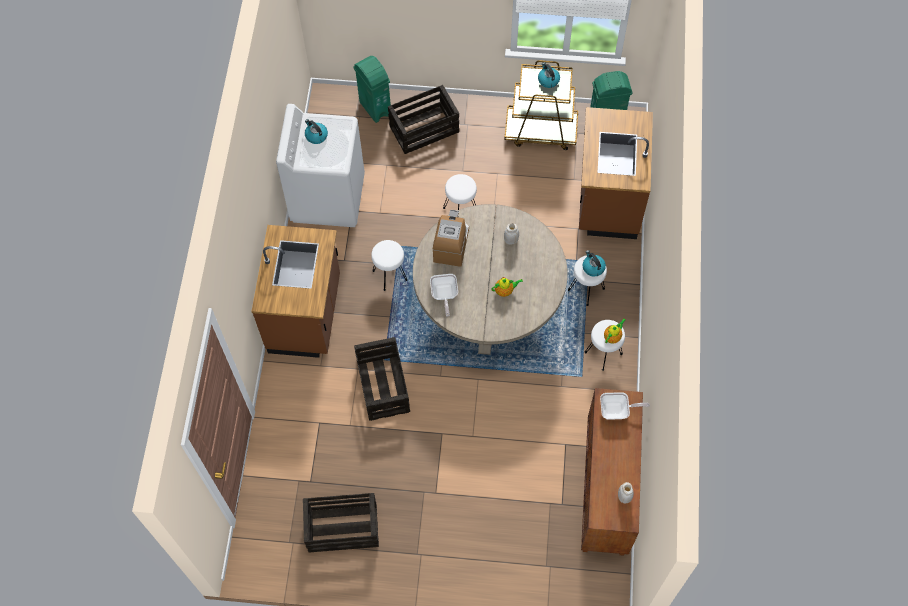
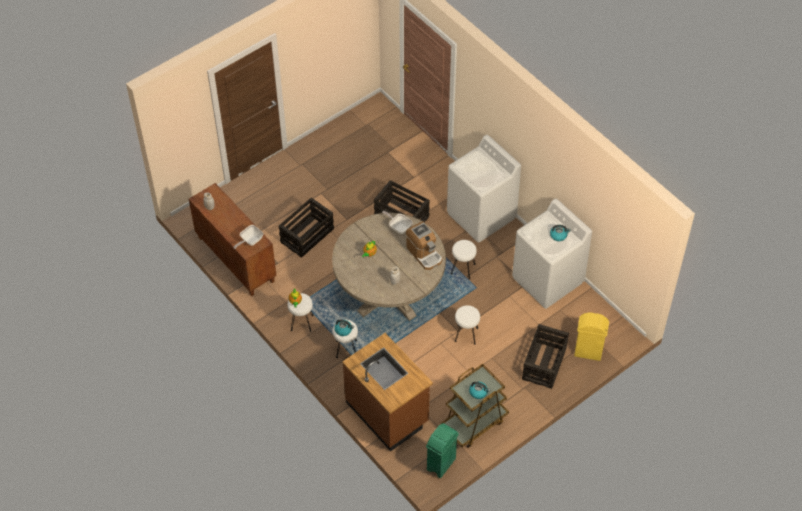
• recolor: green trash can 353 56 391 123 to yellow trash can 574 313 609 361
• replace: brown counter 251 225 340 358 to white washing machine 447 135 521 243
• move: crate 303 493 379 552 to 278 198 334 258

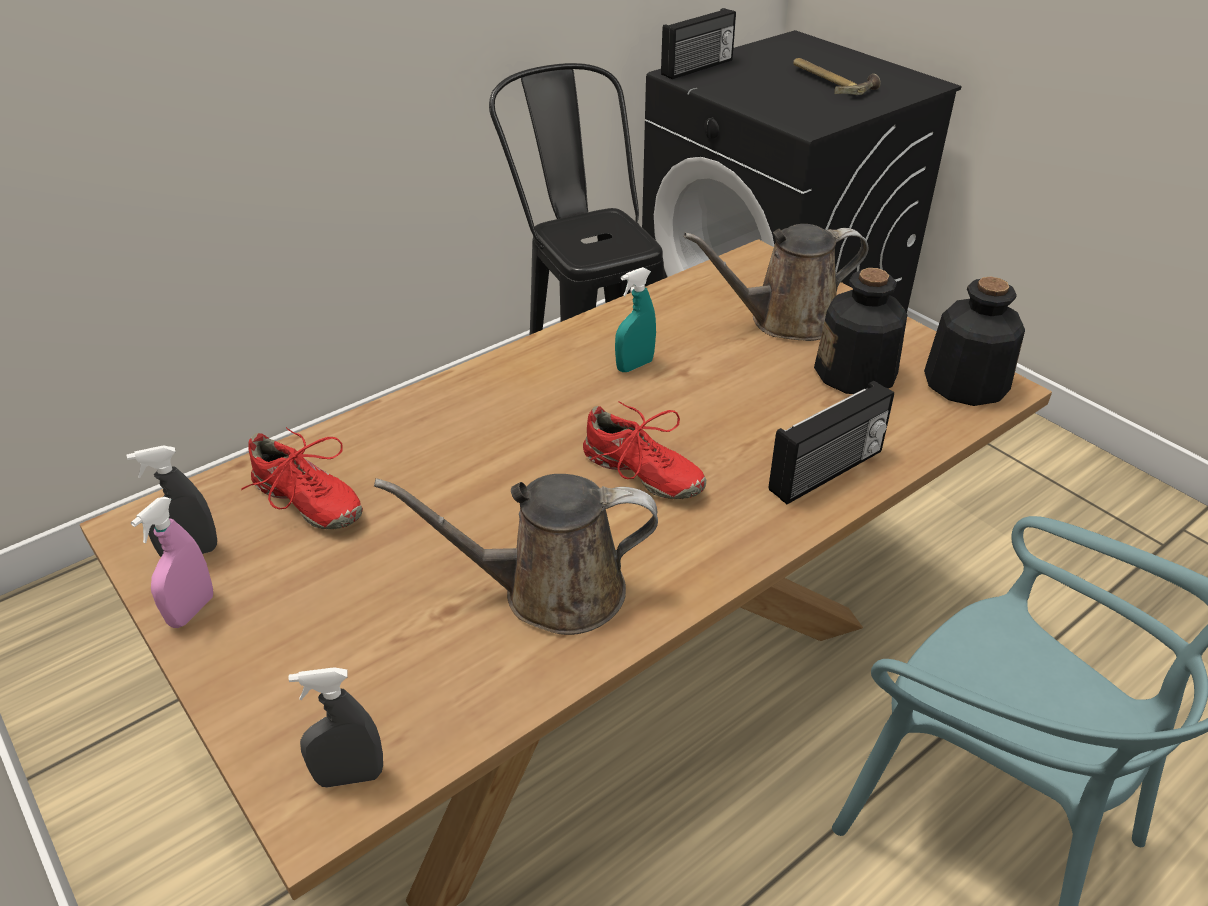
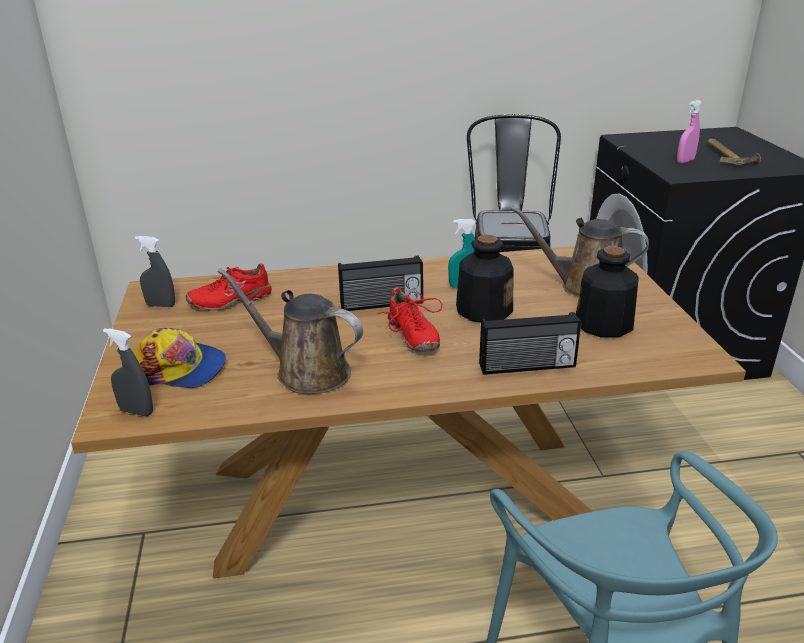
• move: radio 661 8 736 79 to 338 255 423 311
• move: bottle 924 276 1025 406 to 456 234 514 322
• rotate: red shoe 241 427 363 530 = 186 263 272 311 90 degrees clockwise
• move: pink spray bottle 131 497 213 628 to 677 100 702 163
• insert: cap 133 328 226 388

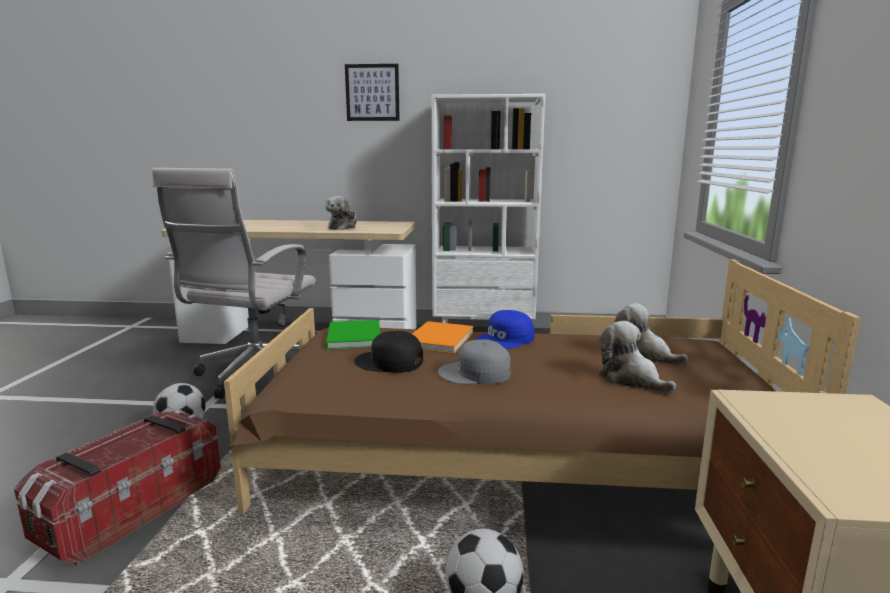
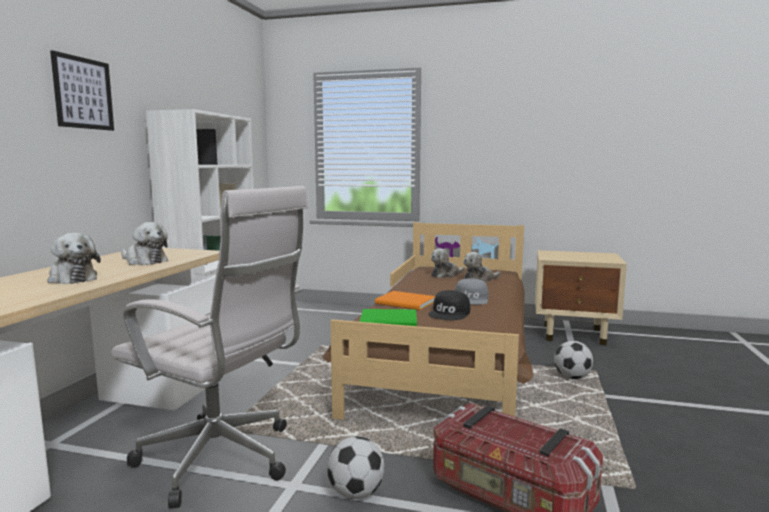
• delete: blue cap 476 310 534 349
• insert: plush toy 47 233 101 284

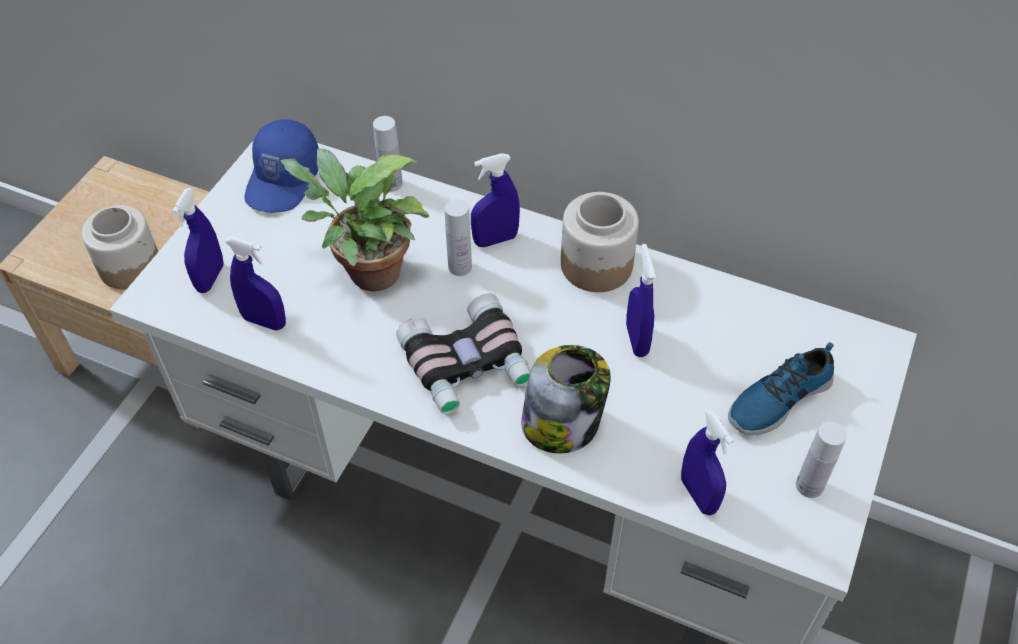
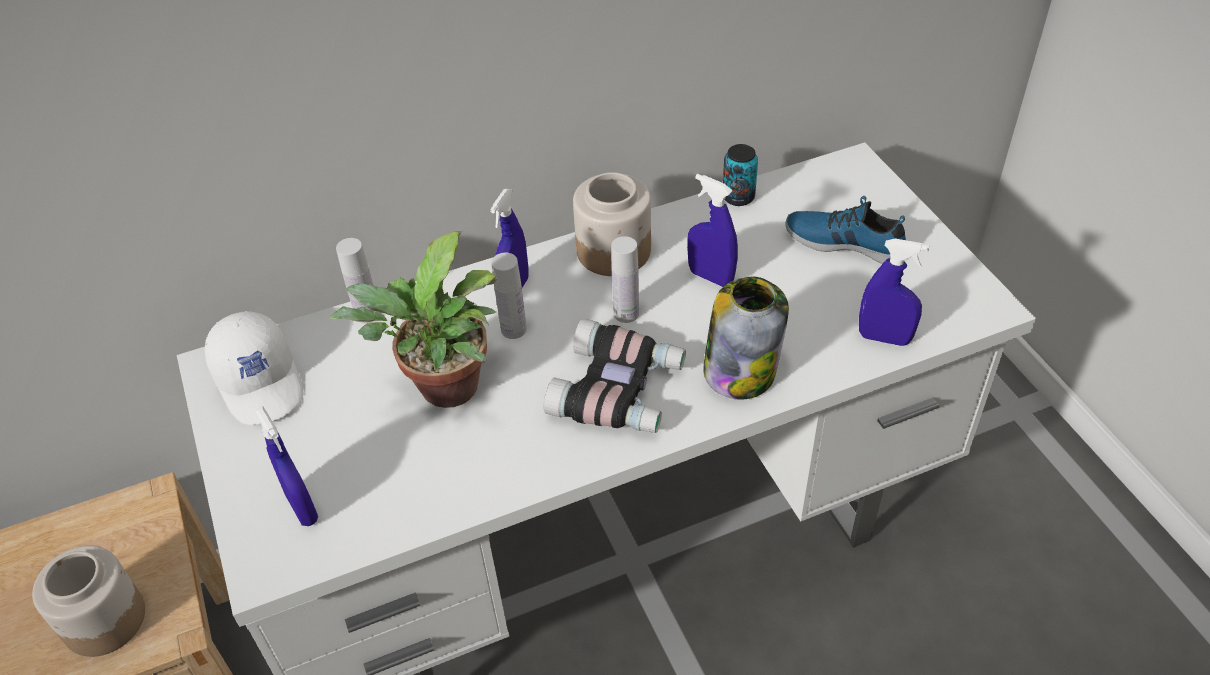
• recolor: blue cap 244 119 319 213 to white cap 205 311 303 425
• delete: blue spray bottle 225 237 286 331
• rotate: shoe 728 342 834 435 = 786 196 906 264 105 degrees clockwise
• move: white bottle 796 421 847 498 to 611 236 639 323
• insert: can 723 144 758 206

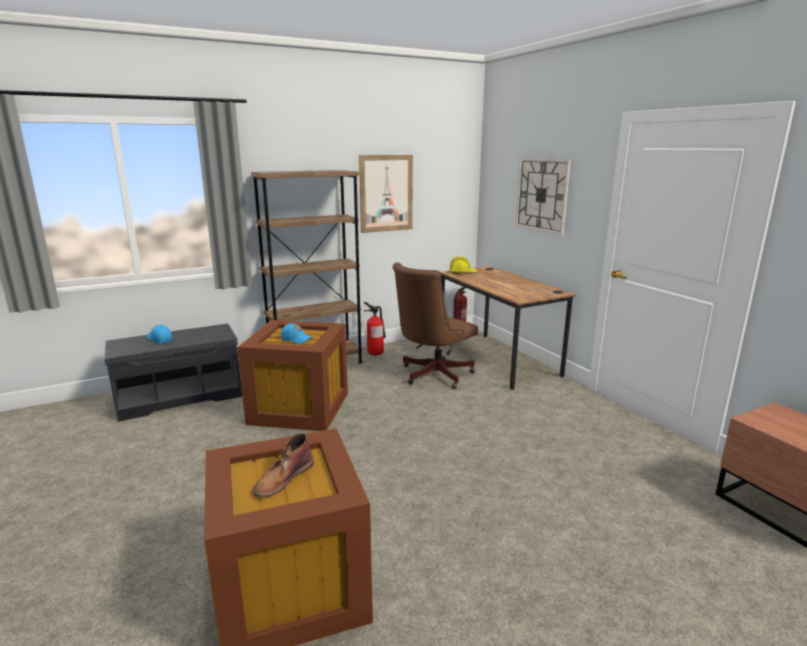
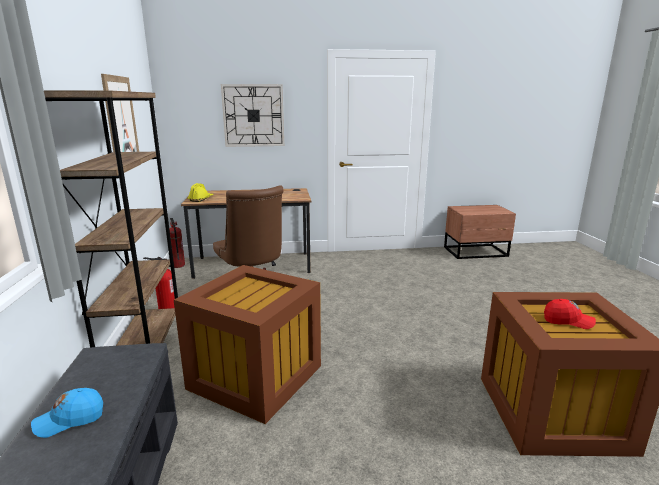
• delete: blue cap 281 323 313 344
• replace: brown boot 253 433 314 498 to red cap 544 299 596 329

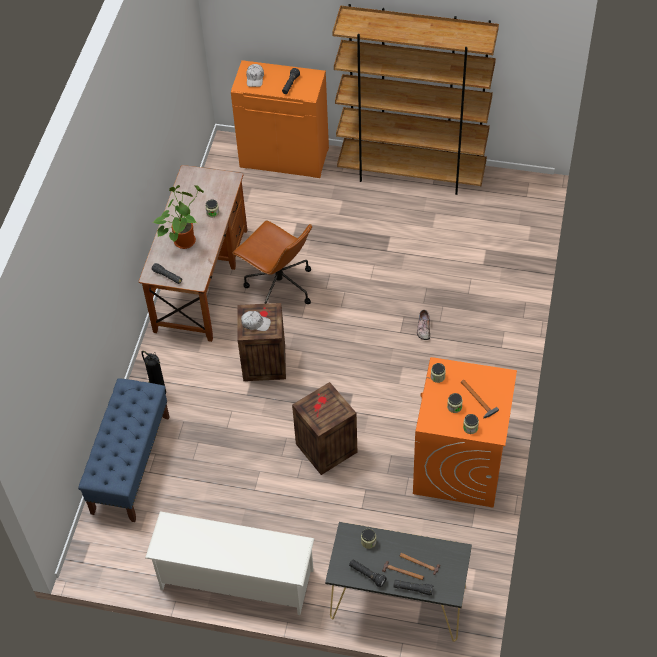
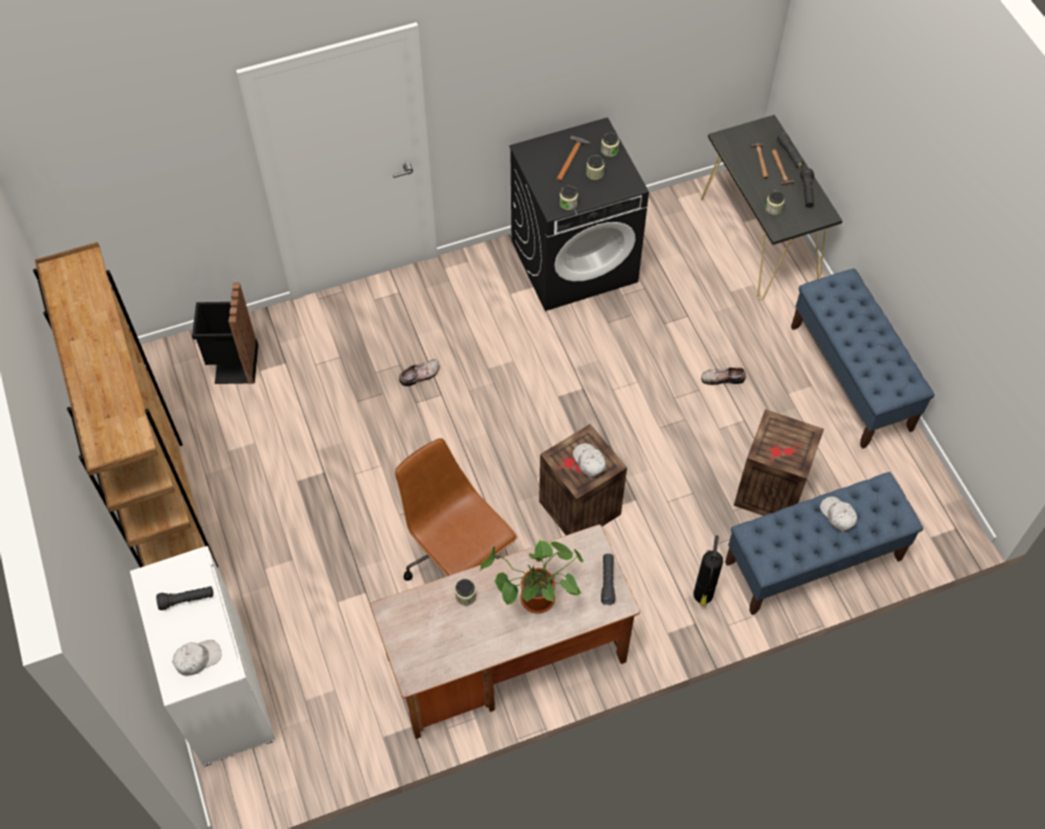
• recolor: orange cabinet 231 60 329 178 to white cabinet 130 546 275 767
• rotate: brown office chair 232 221 312 304 = 395 438 517 581 45 degrees counterclockwise
• recolor: orange washing machine 413 357 517 508 to black washing machine 509 117 649 311
• move: crate 292 382 357 475 to 734 409 824 516
• replace: white shoe rack 145 511 315 615 to blue bench 791 269 935 449
• insert: black trash can 192 283 258 384
• insert: shoe 701 367 746 385
• insert: white cap 820 496 857 532

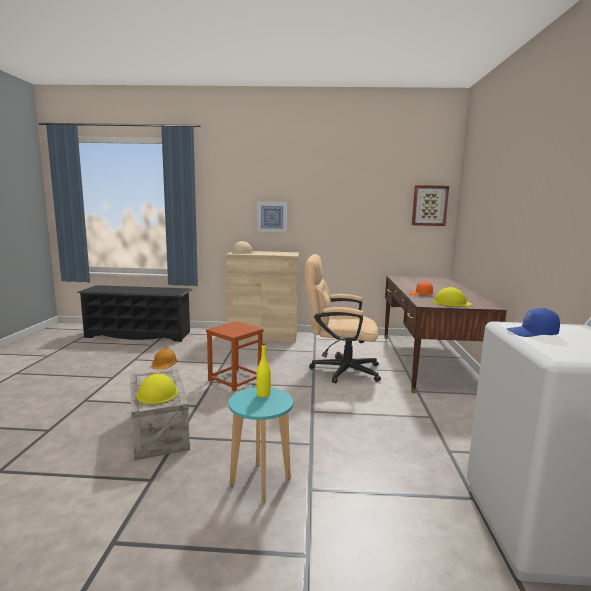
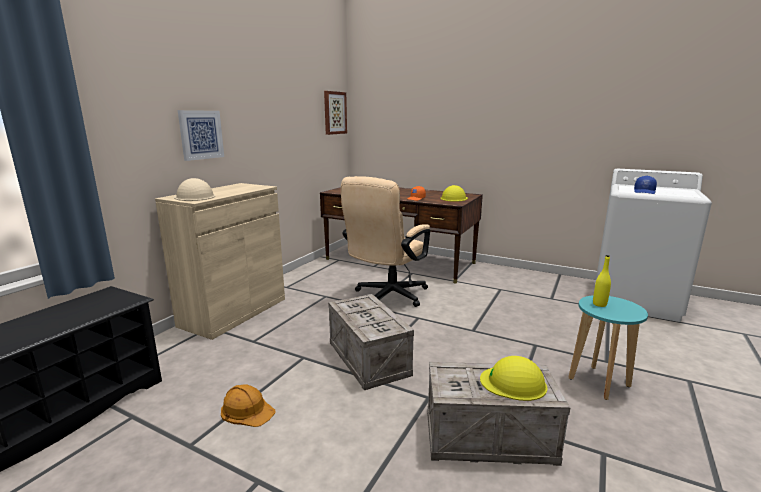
• replace: brown stool 206 321 264 392 to crate 328 294 414 390

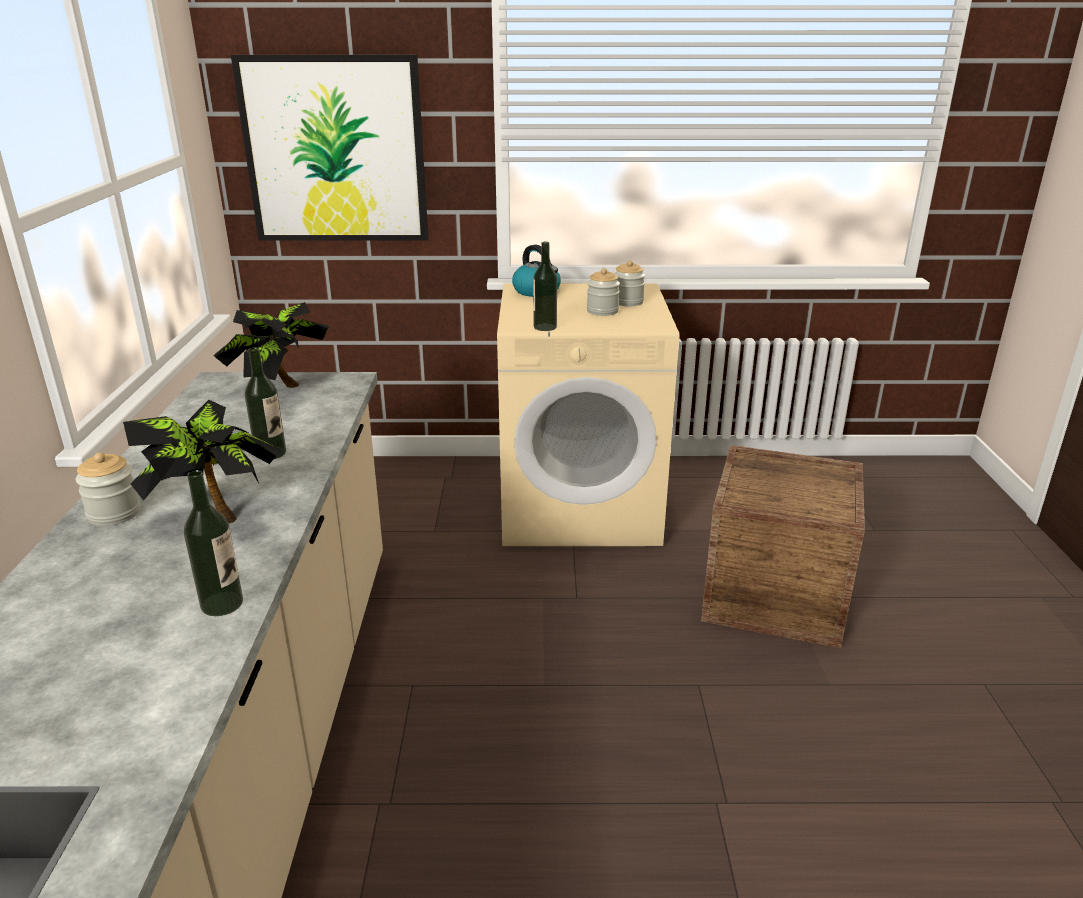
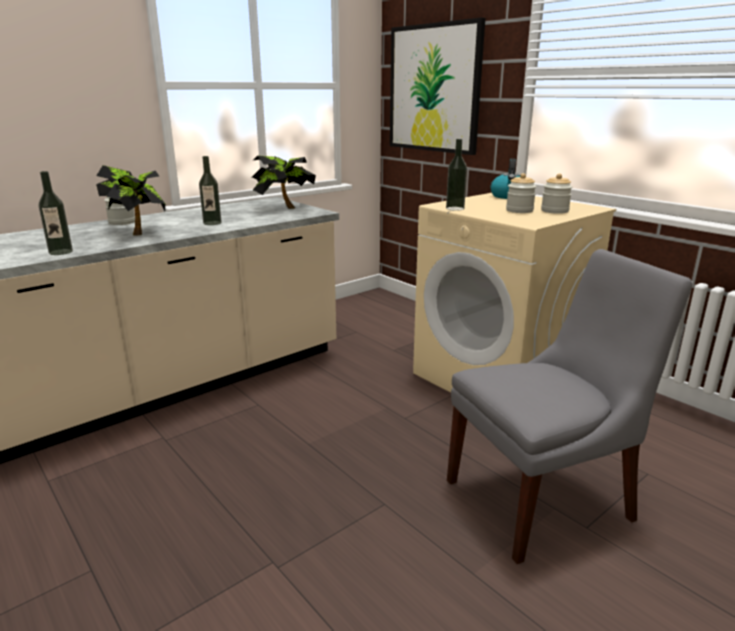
• replace: crate 701 445 865 648 to grey chair 447 249 692 564

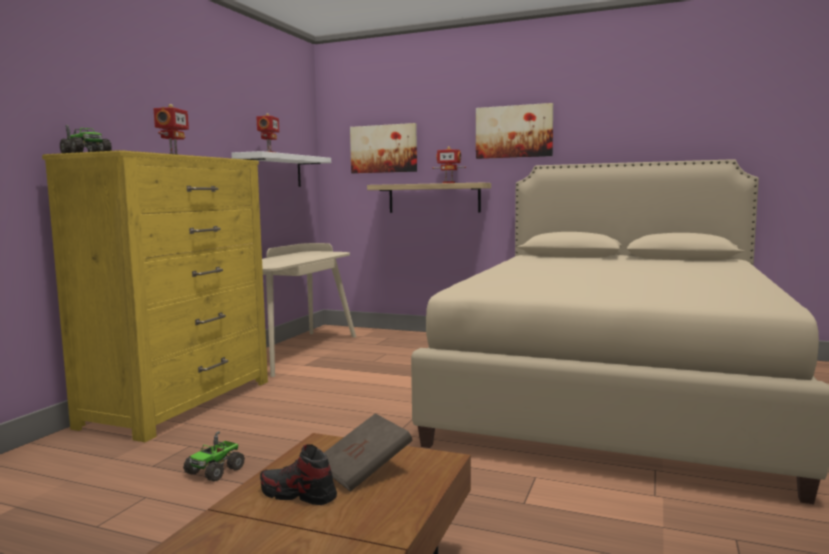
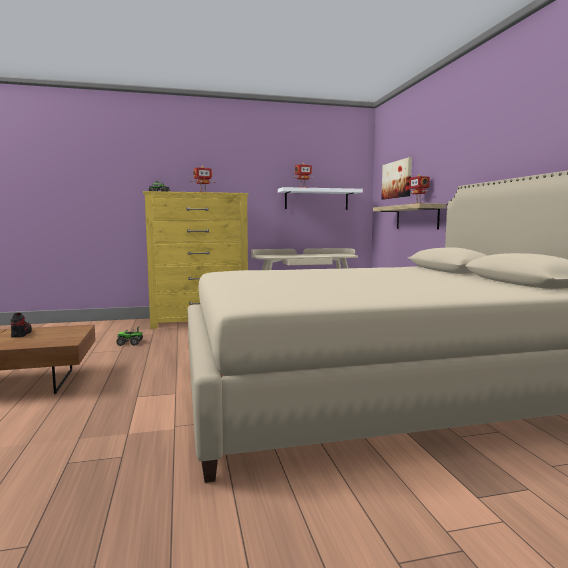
• delete: picture 476 103 553 159
• delete: brown book 324 413 412 492

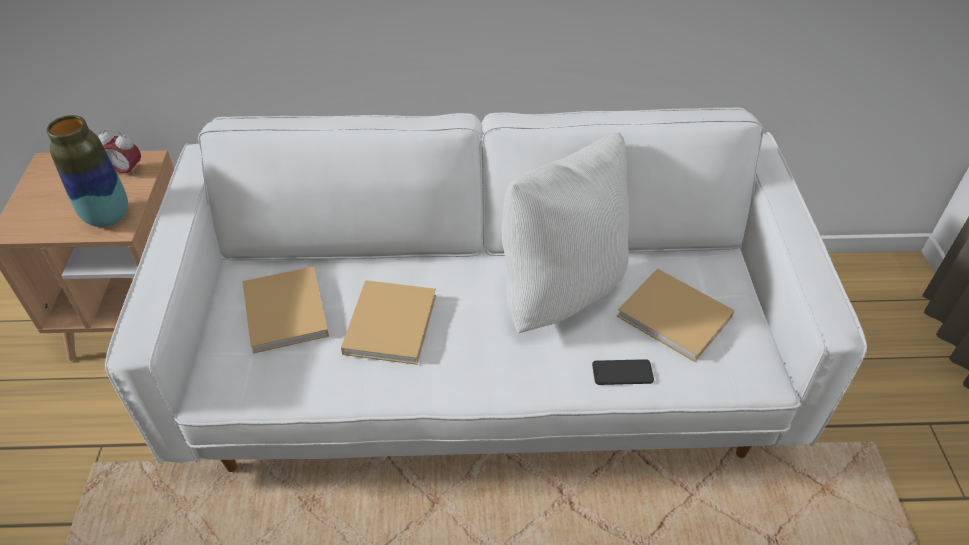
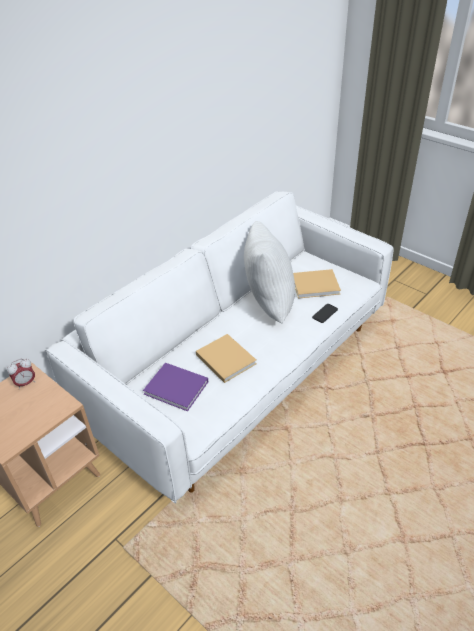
• delete: vase 46 115 128 227
• recolor: beige book 242 266 329 354 to purple book 143 363 208 411

